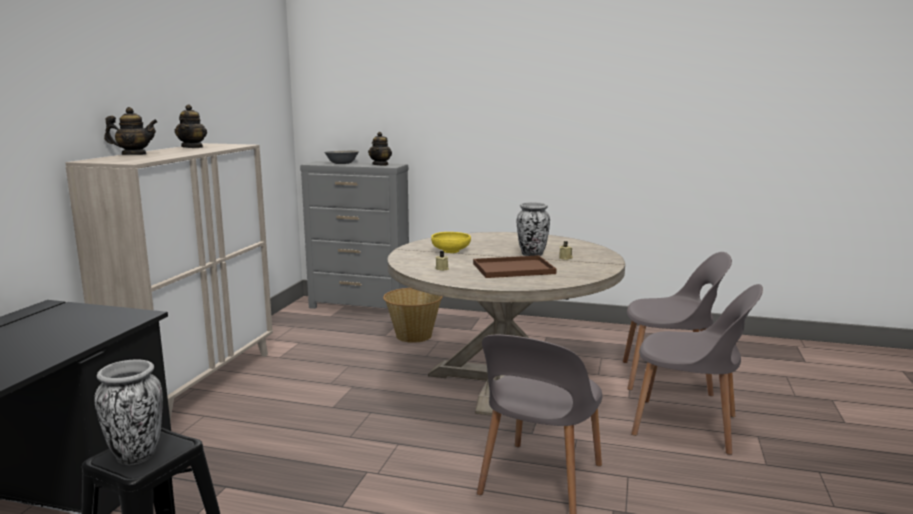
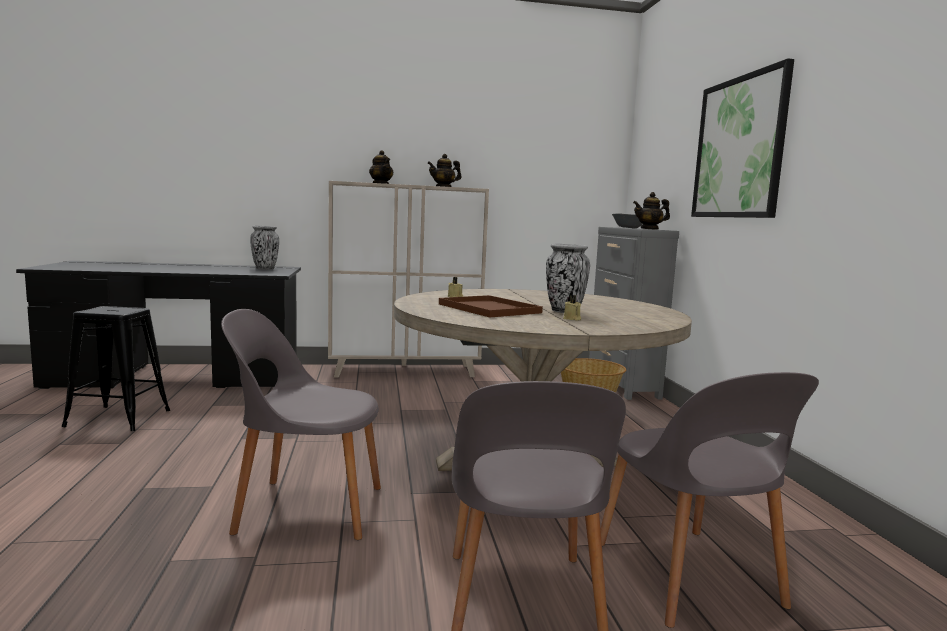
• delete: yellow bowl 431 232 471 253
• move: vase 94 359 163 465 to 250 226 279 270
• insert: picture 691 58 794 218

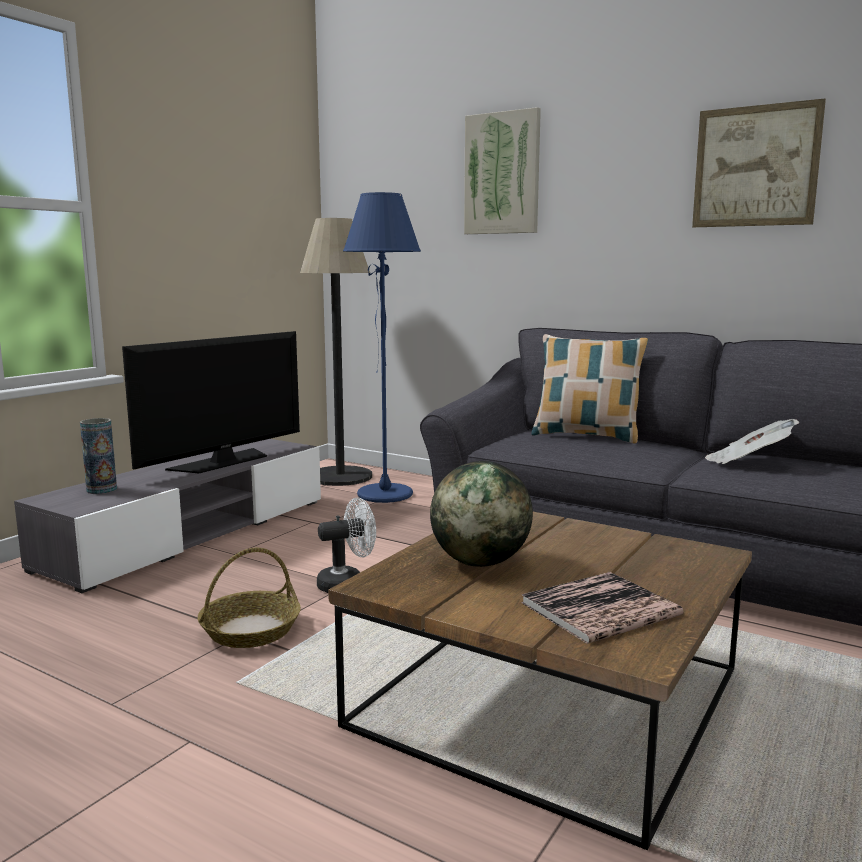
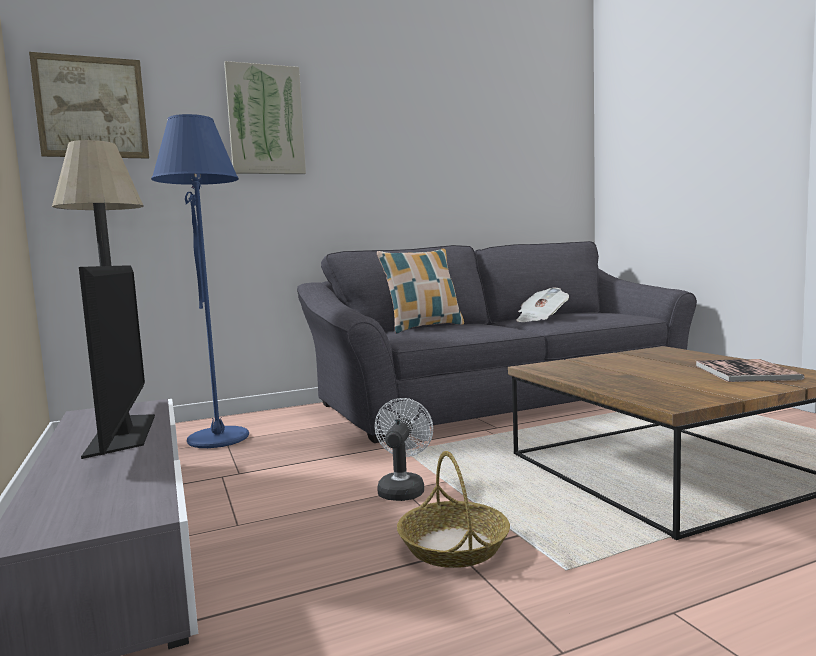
• move: picture 692 98 826 227 to 29 52 149 159
• delete: vase 80 418 117 494
• delete: globe 430 461 533 567

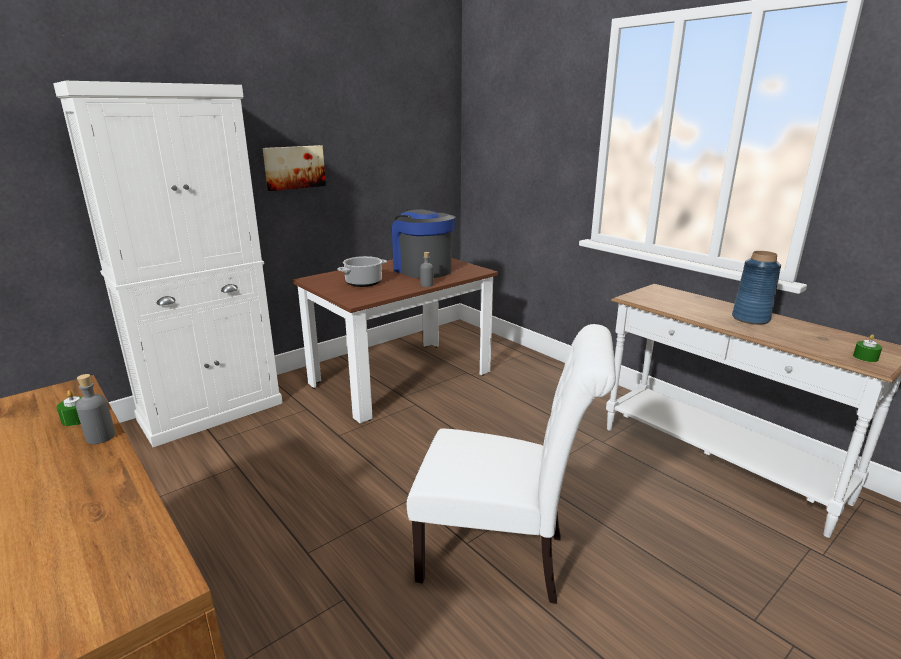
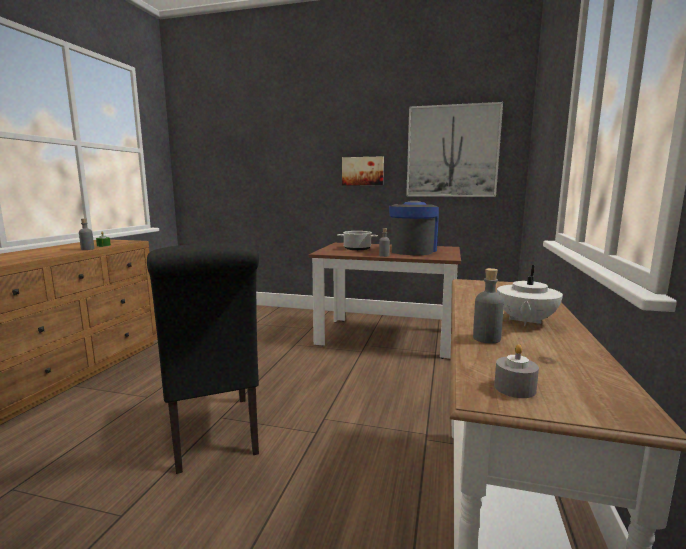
• delete: white cabinet 53 81 283 447
• replace: blue vase 732 251 781 325 to white teapot 497 265 563 326
• recolor: white chair 407 324 616 604 to black chair 147 243 259 474
• recolor: green candle 853 334 882 362 to grey candle 494 344 539 398
• insert: picture 406 102 503 197
• insert: grey bottle 473 268 504 343

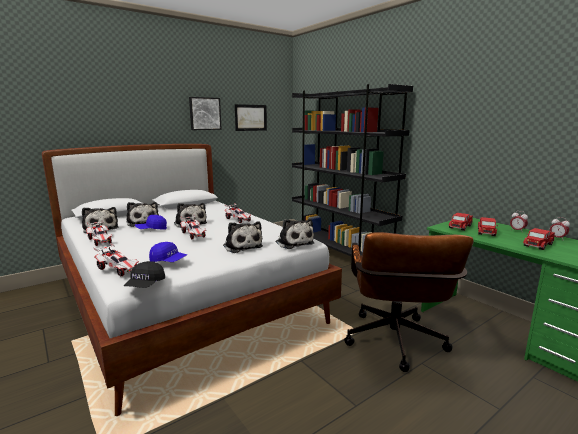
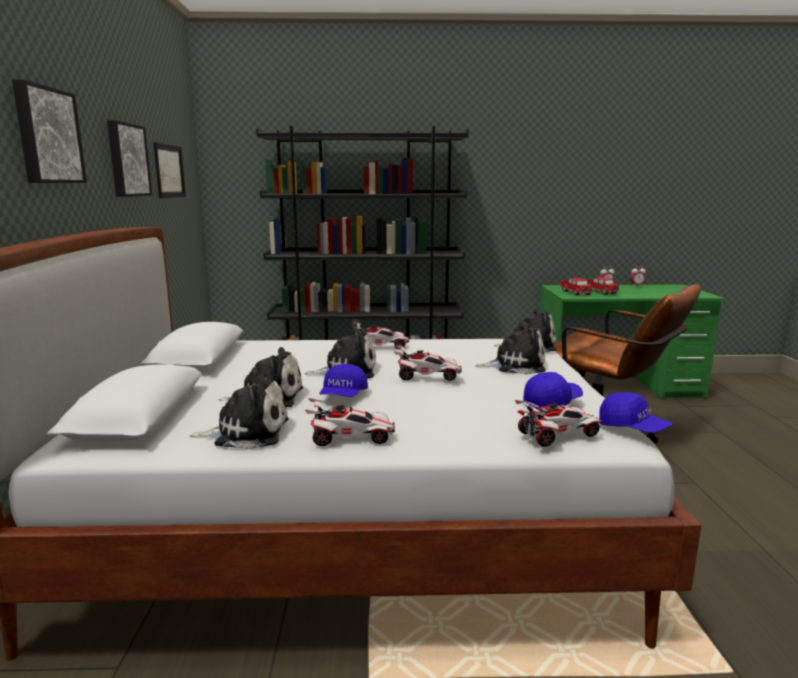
• delete: toy truck 523 228 555 250
• recolor: black cap 124 261 165 288 to blue cap 599 392 673 433
• insert: picture 12 79 87 183

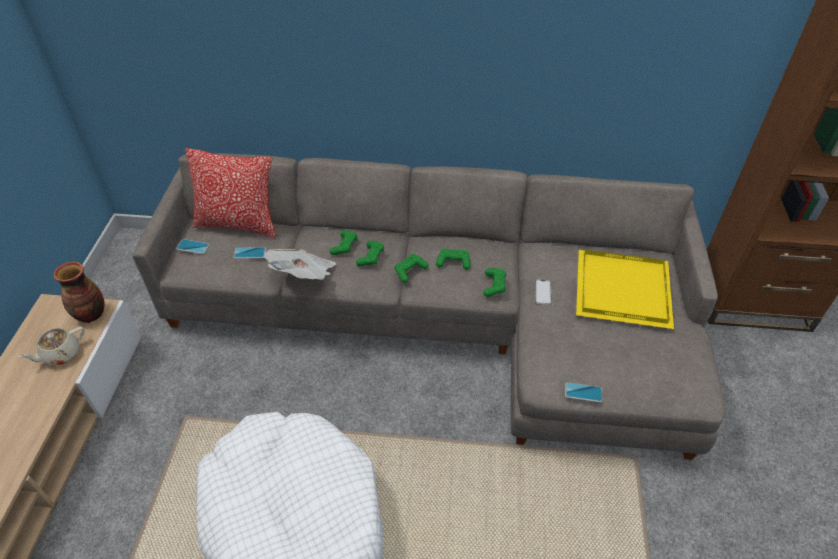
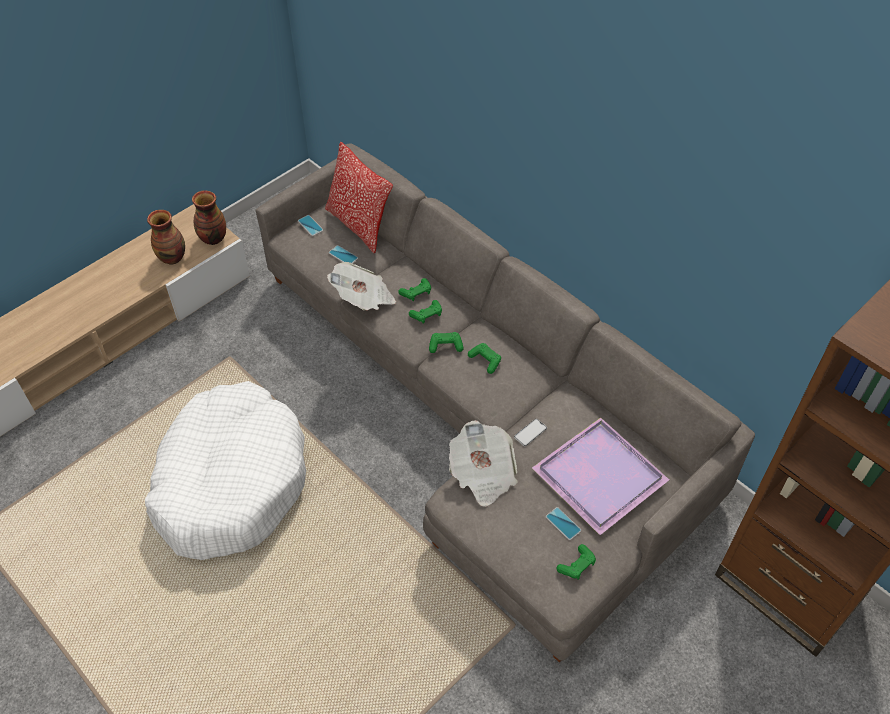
• recolor: yellow tray 576 250 674 329 to purple tray 532 417 669 535
• move: green game controller 483 268 506 297 to 557 544 596 579
• replace: beige teapot 19 327 85 366 to vase 147 210 185 265
• move: phone 565 382 602 402 to 546 507 581 540
• insert: newspaper 449 420 518 507

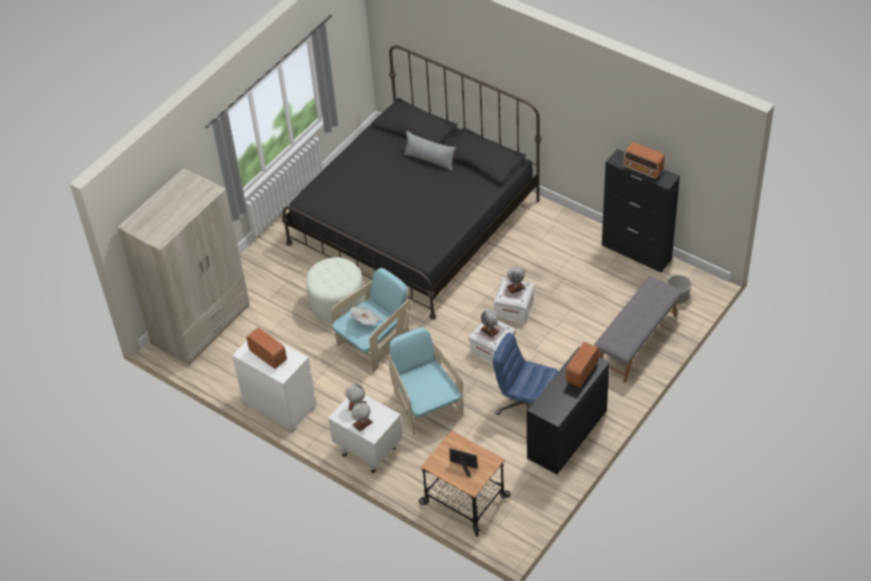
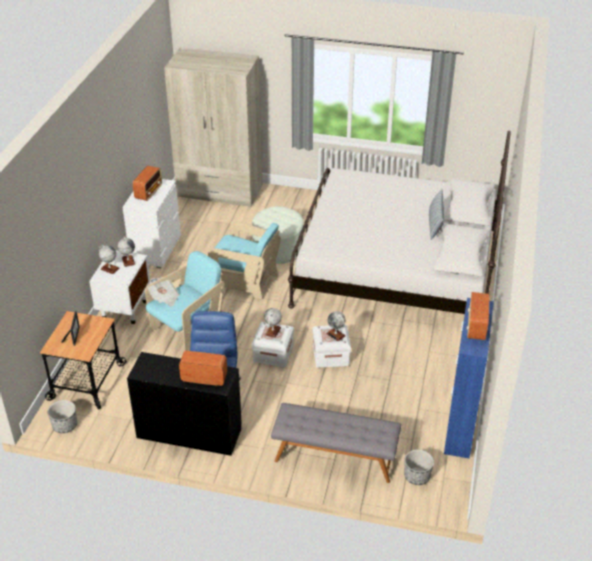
• recolor: black bed 282 45 542 320 to white bed 288 131 511 314
• recolor: black cabinet 602 149 680 273 to blue cabinet 444 298 494 458
• move: newspaper 350 307 382 326 to 148 277 180 306
• insert: planter 47 400 77 433

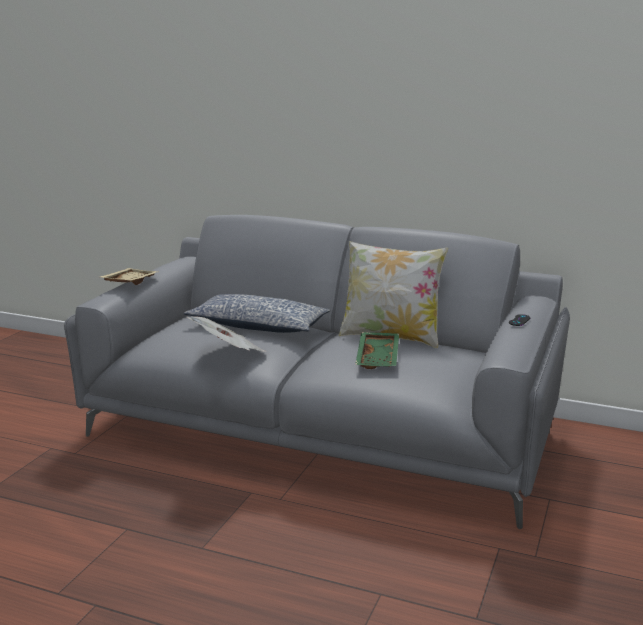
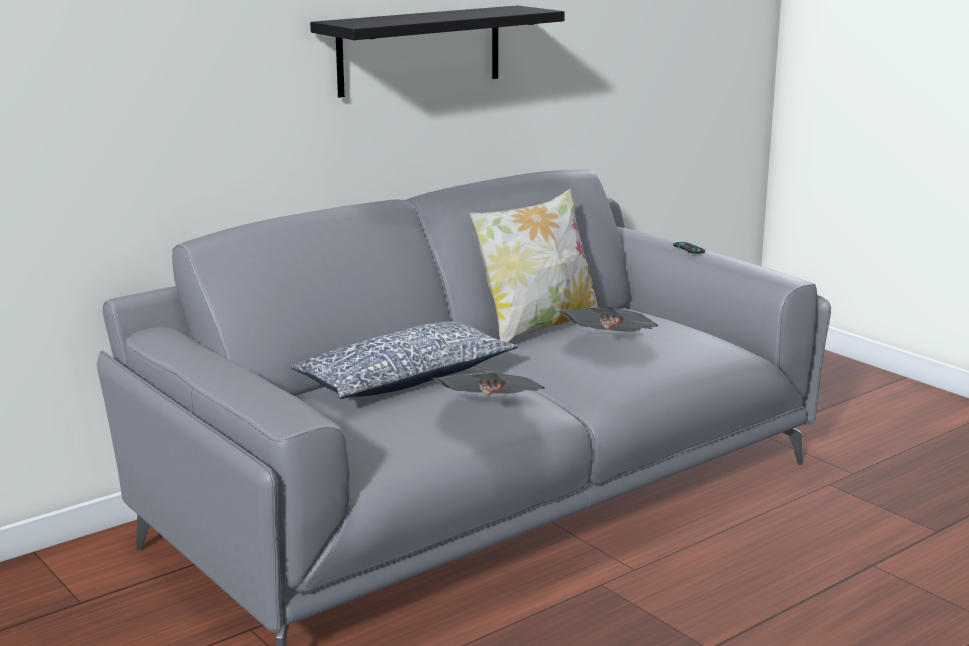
• delete: beige tray 100 268 158 285
• replace: green tray 355 332 399 369 to newspaper 558 307 658 332
• insert: black shelf 310 5 565 98

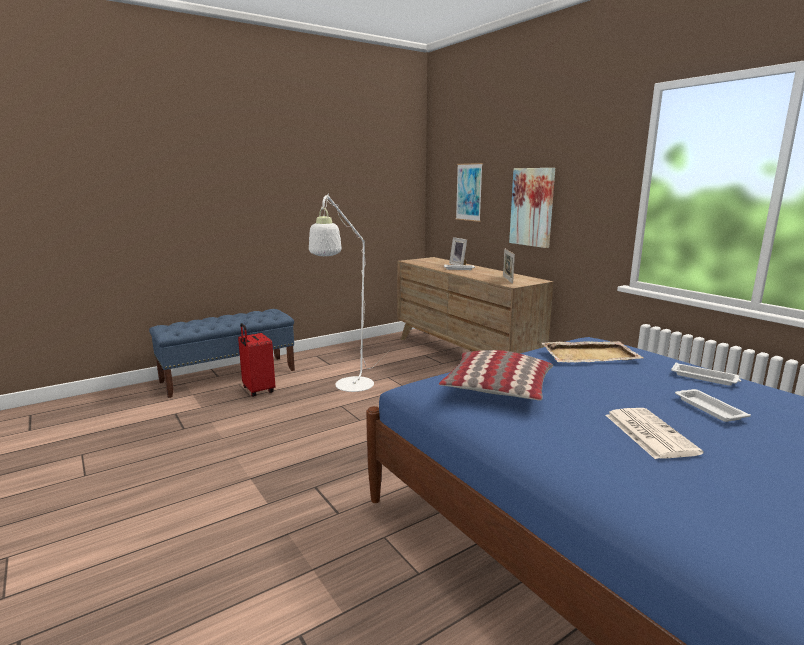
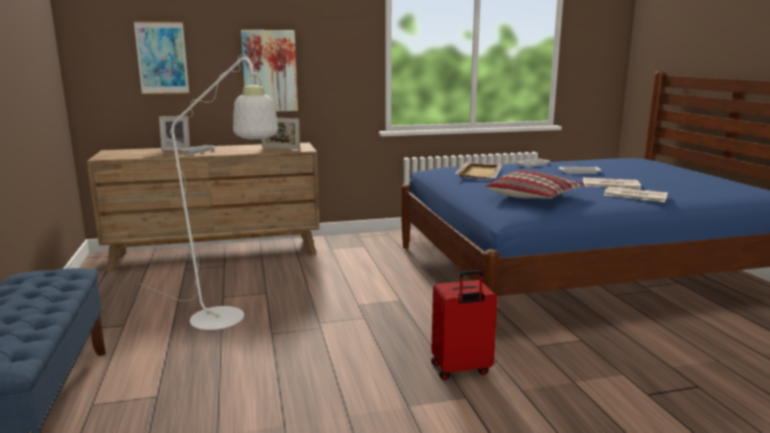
• move: red suitcase 238 323 275 397 to 431 270 498 380
• insert: newspaper 604 186 668 202

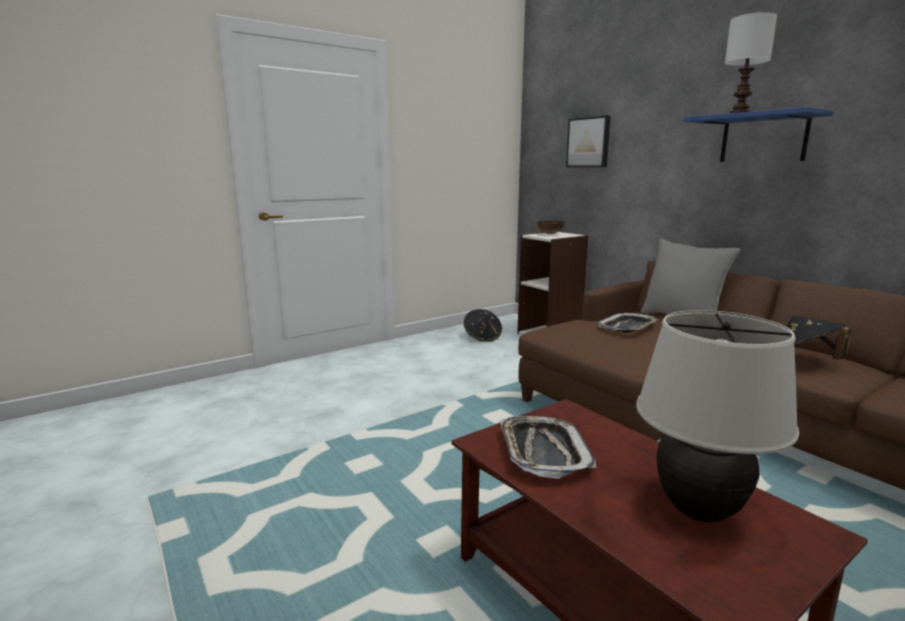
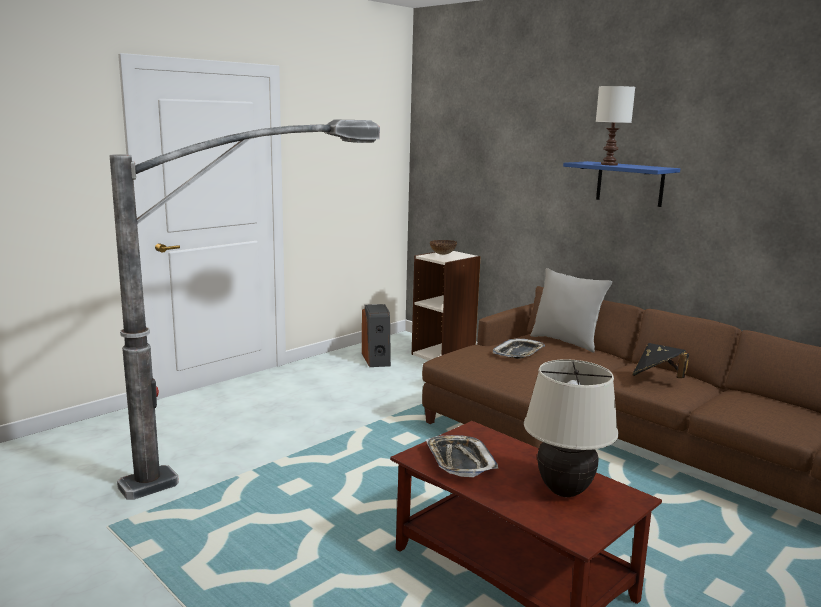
• delete: picture 566 115 611 167
• replace: black hat 464 309 502 342 to speaker 362 304 391 367
• insert: floor lamp 110 120 380 500

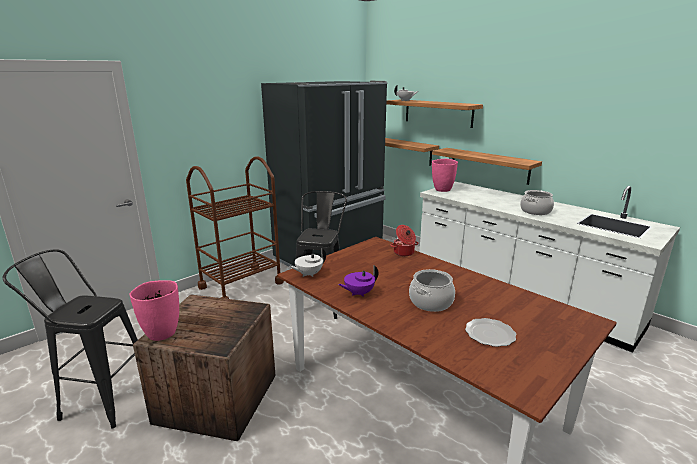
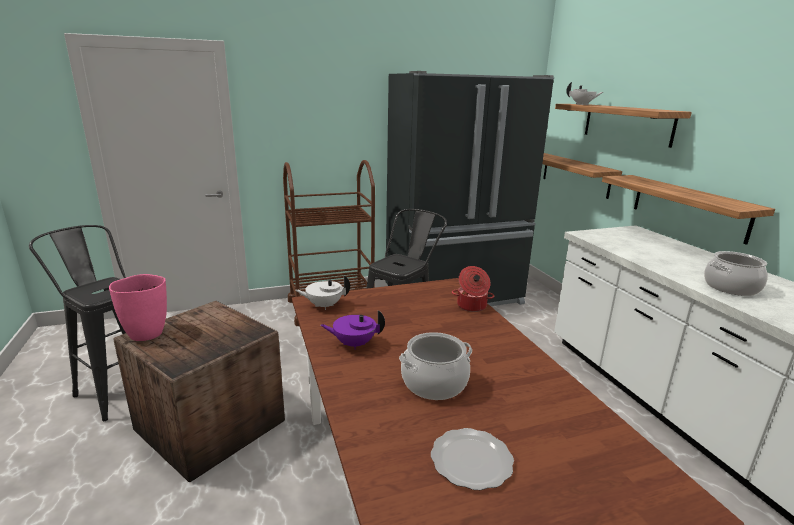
• delete: pink vase 432 159 458 192

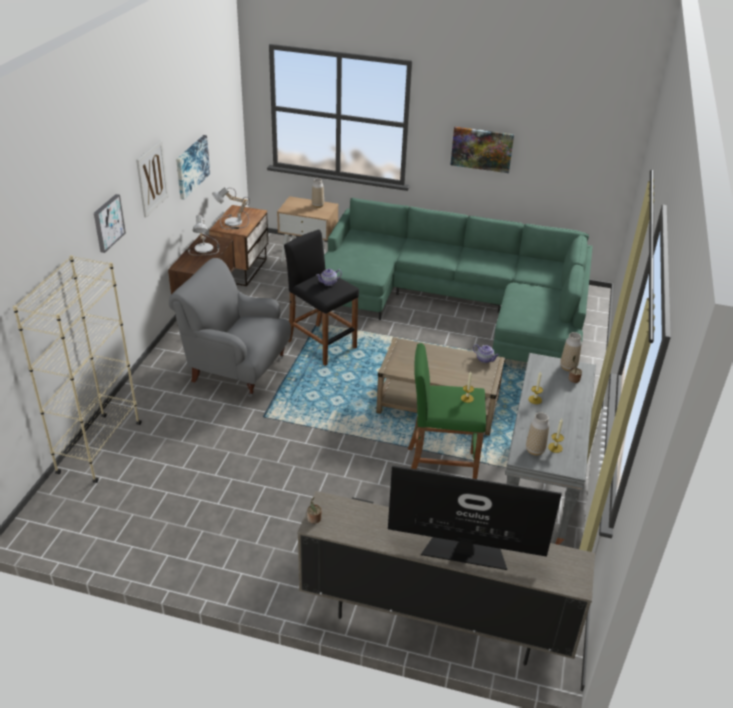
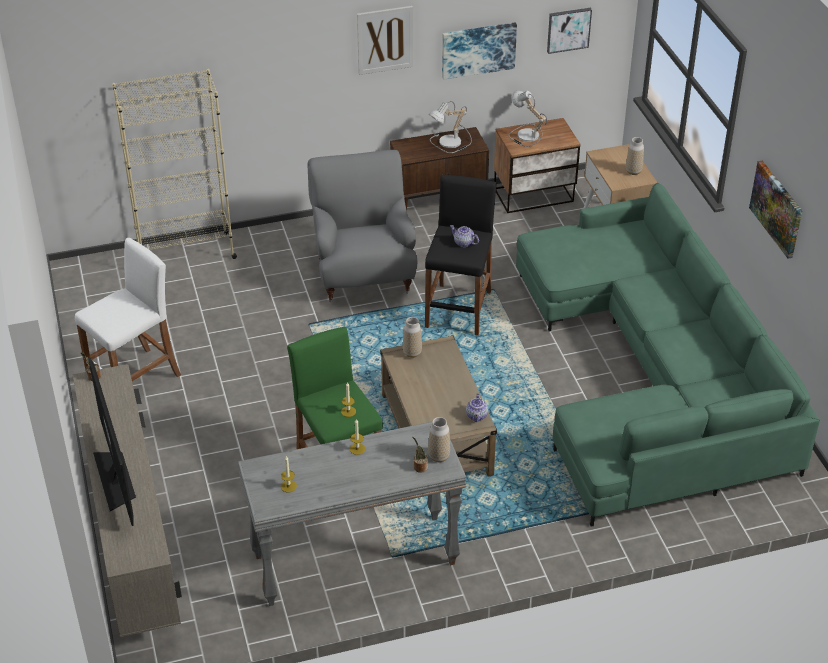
• move: picture 94 194 126 253 to 547 8 592 54
• move: vase 526 412 549 456 to 403 317 422 358
• insert: white stool 75 238 181 381

